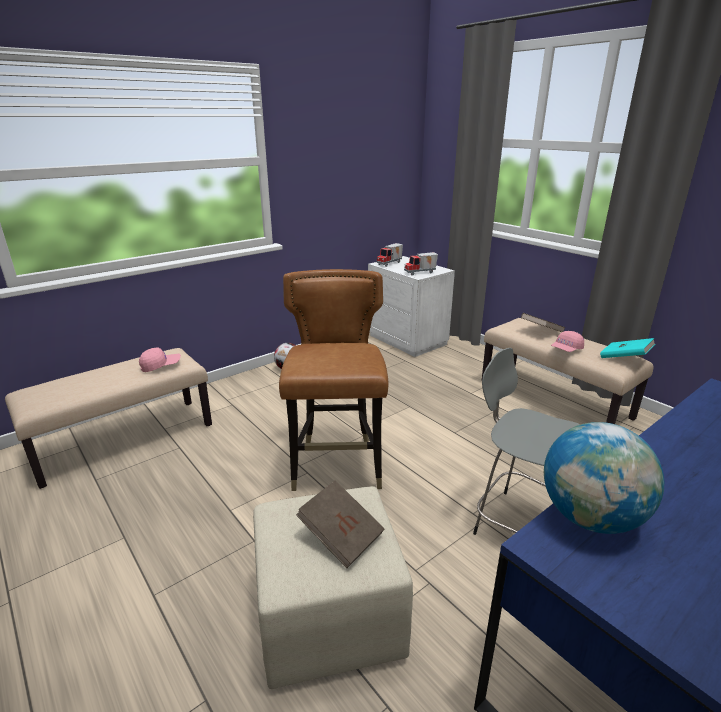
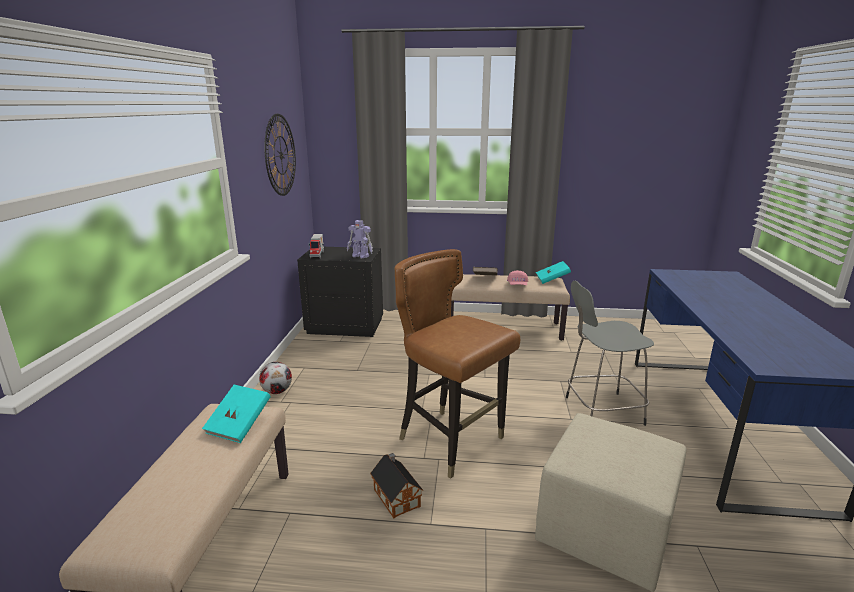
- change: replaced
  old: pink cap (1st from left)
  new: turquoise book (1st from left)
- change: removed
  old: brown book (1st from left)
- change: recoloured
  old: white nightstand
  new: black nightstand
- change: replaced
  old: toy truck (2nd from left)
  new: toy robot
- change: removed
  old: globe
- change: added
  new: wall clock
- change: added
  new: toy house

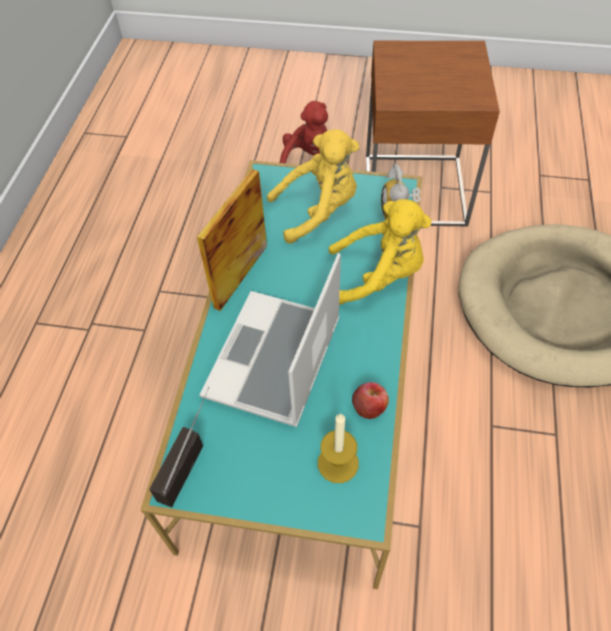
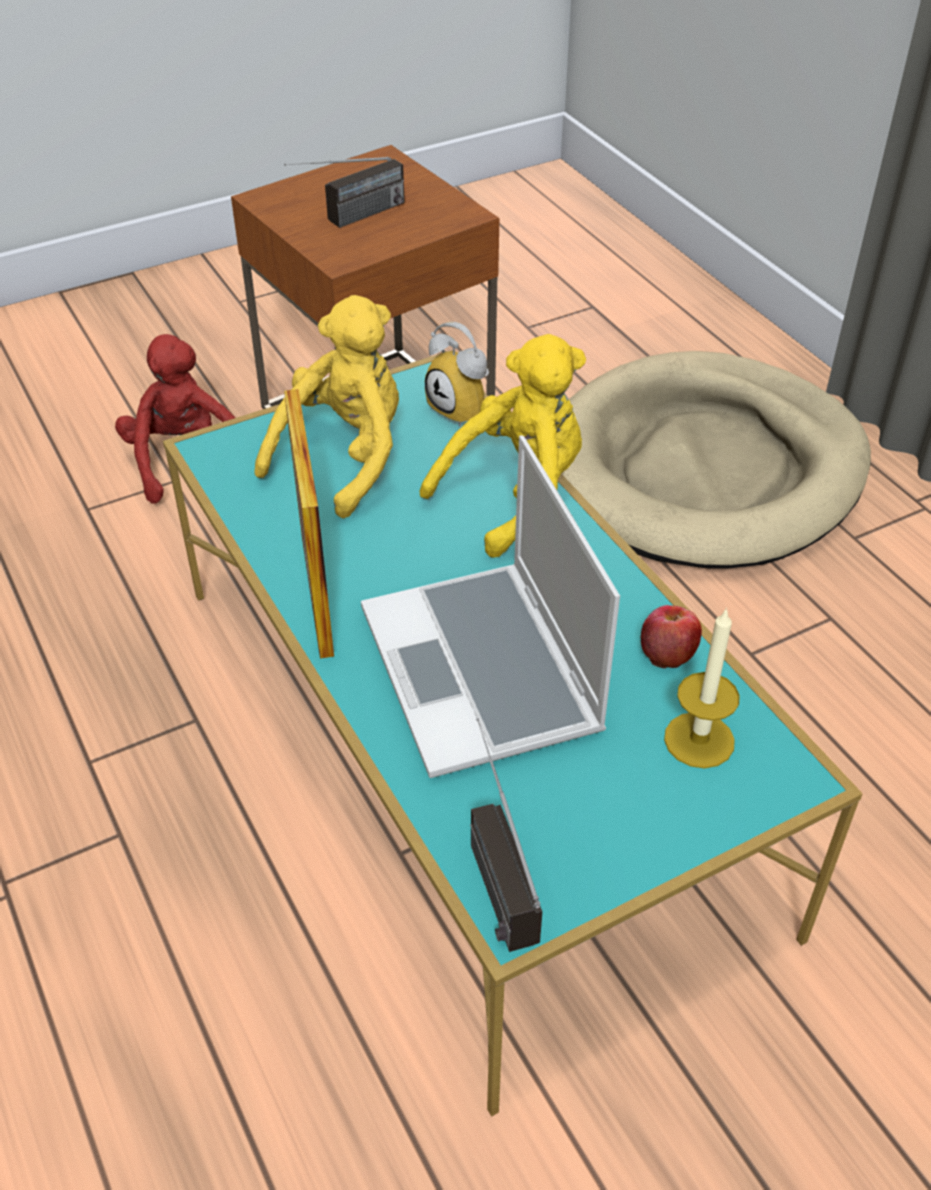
- change: added
  new: radio (1st from left)

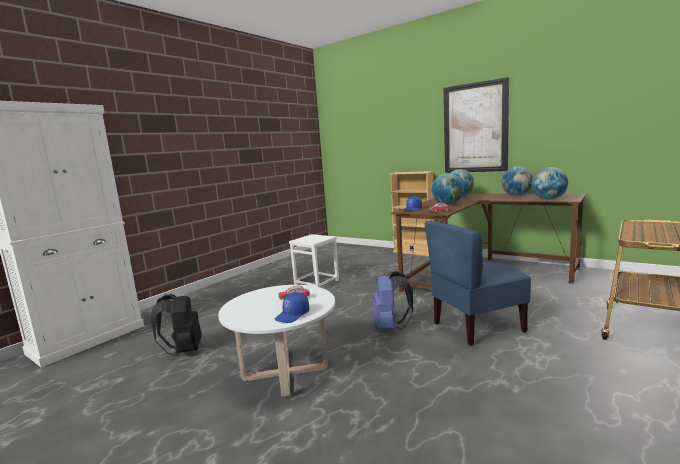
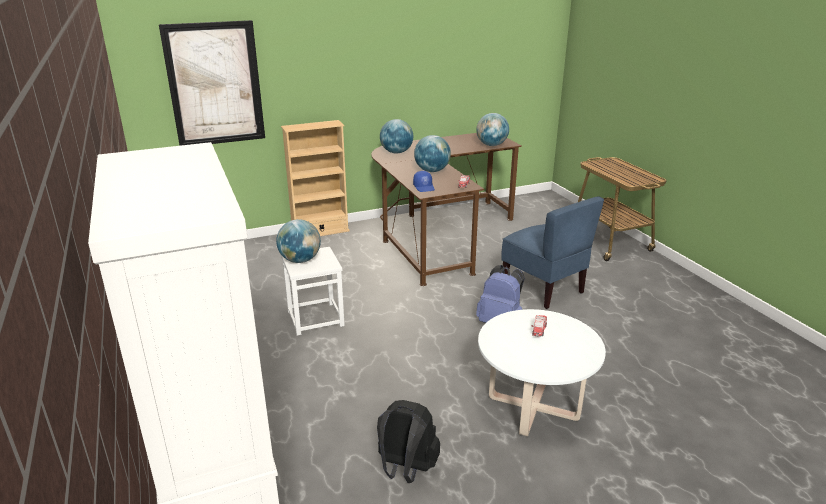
- change: removed
  old: blue cap (1st from left)
- change: turned
  old: blue chair
  degrees: -45
- change: moved
  old: picture
- change: moved
  old: globe (3rd from left in the first image)
  new: globe (1st from left)

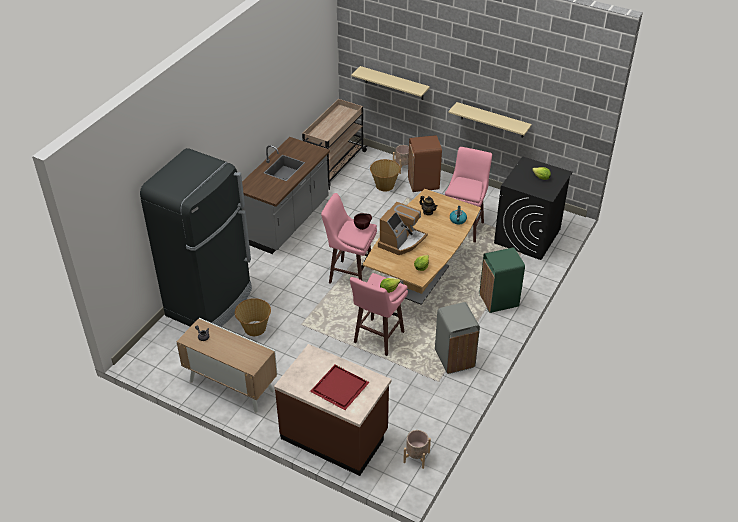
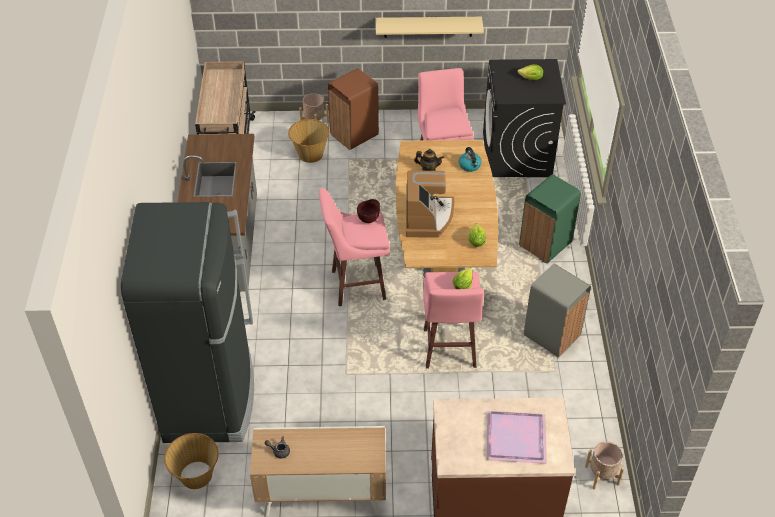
- change: moved
  old: basket (1st from left)
- change: recoloured
  old: red tray
  new: purple tray
- change: removed
  old: beige shelf (1st from left)

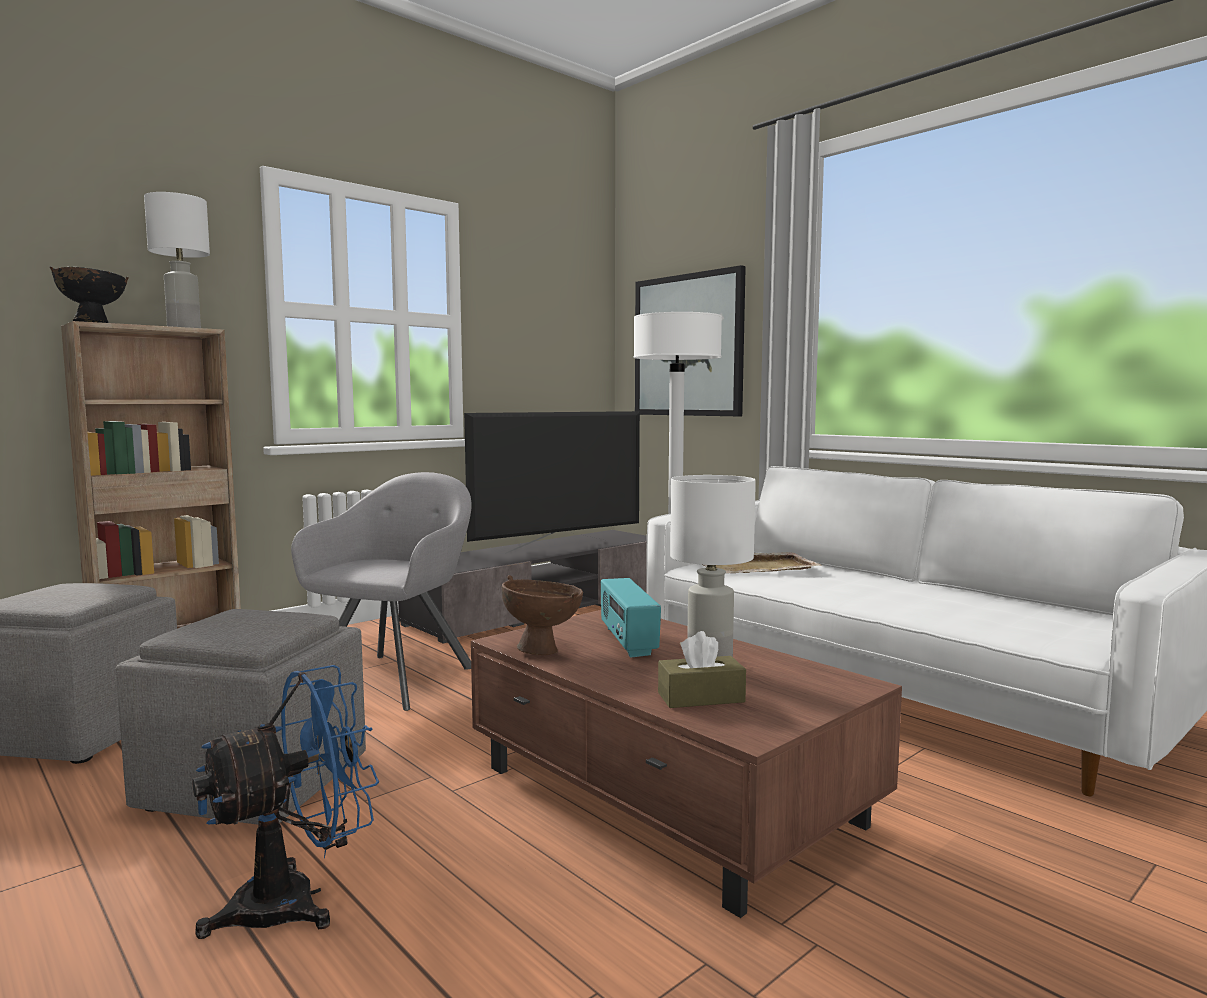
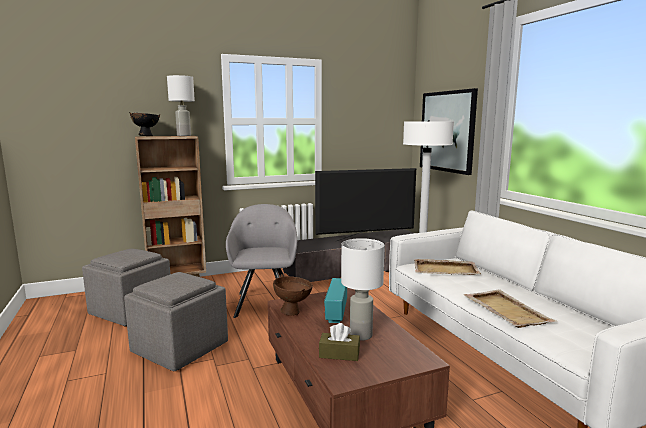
- change: removed
  old: blue fan
- change: turned
  old: grey armchair
  degrees: -45
- change: added
  new: beige tray (2nd from left)

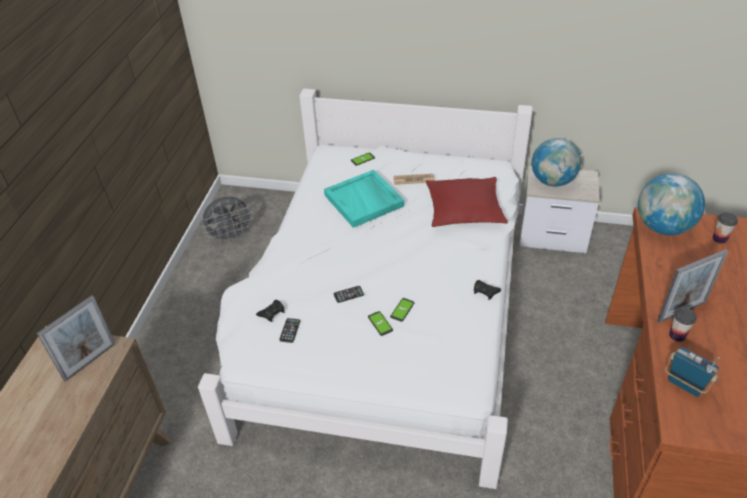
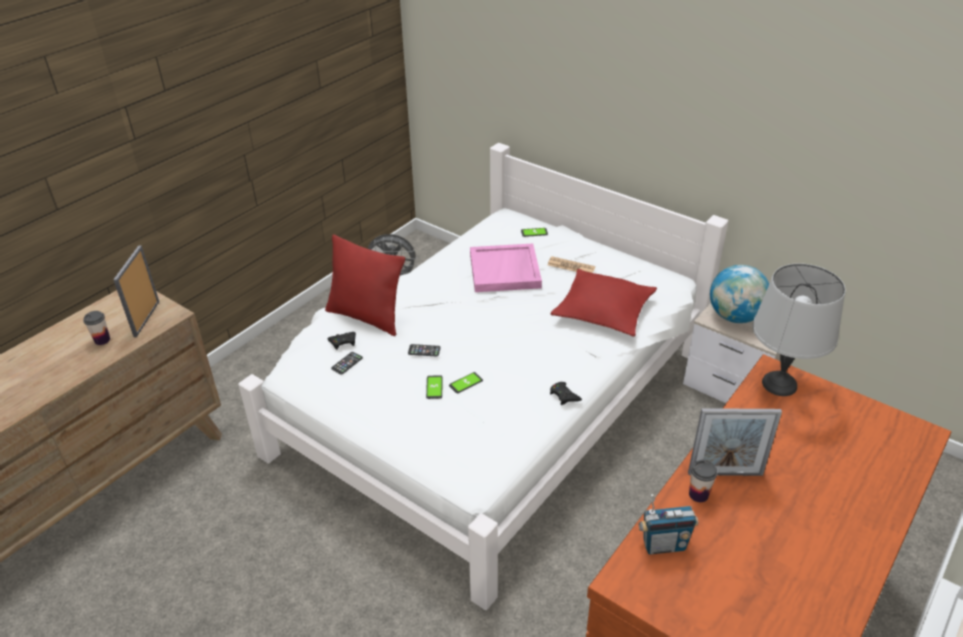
- change: turned
  old: picture frame (1st from left)
  degrees: 120
- change: recoloured
  old: turquoise tray
  new: pink tray
- change: replaced
  old: globe (2nd from left)
  new: grey table lamp
- change: turned
  old: radio
  degrees: 105
- change: moved
  old: cup (2nd from left in the first image)
  new: cup (1st from left)
- change: added
  new: red pillow (1st from left)

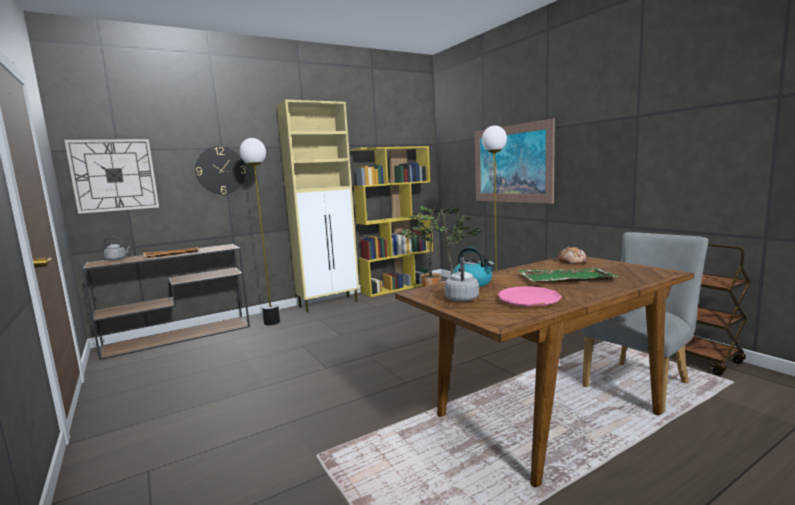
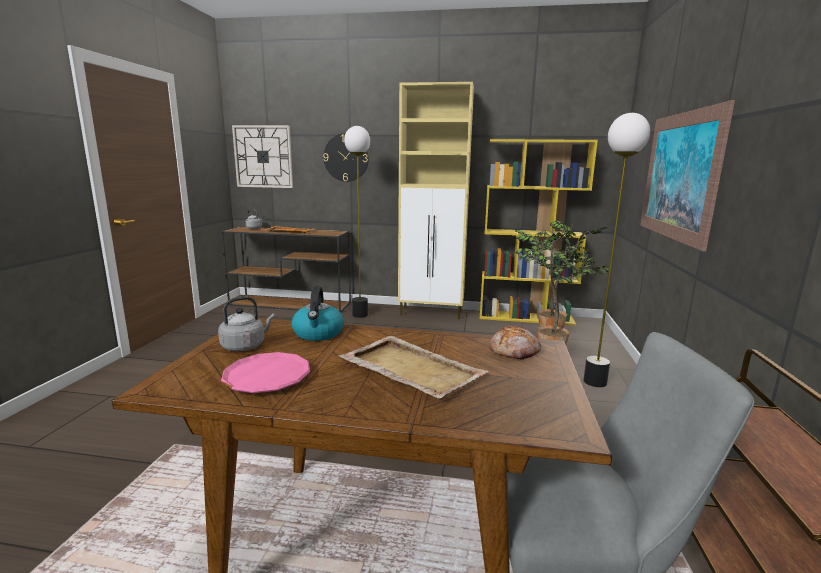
- change: recoloured
  old: green tray
  new: beige tray

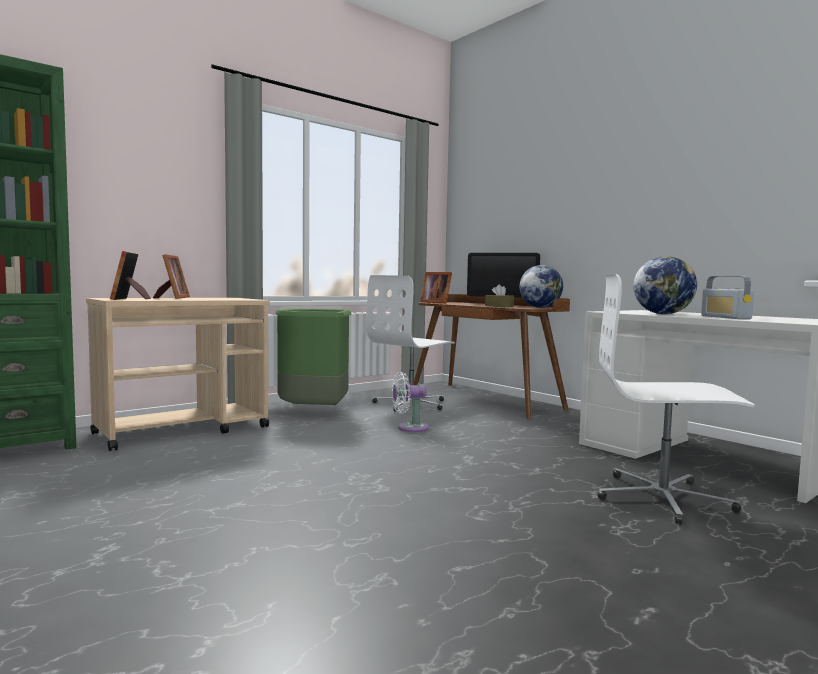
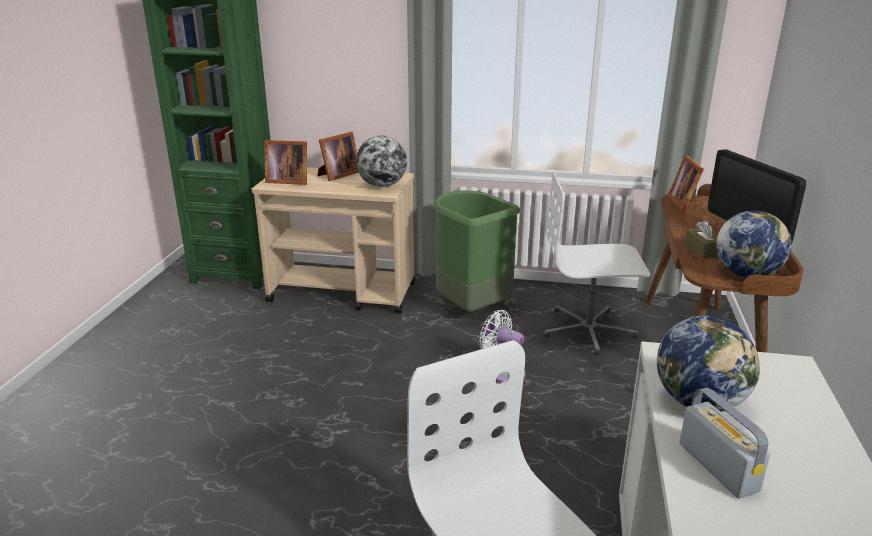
- change: turned
  old: picture frame (1st from left)
  degrees: -120
- change: turned
  old: radio
  degrees: 120
- change: added
  new: globe (1st from left)

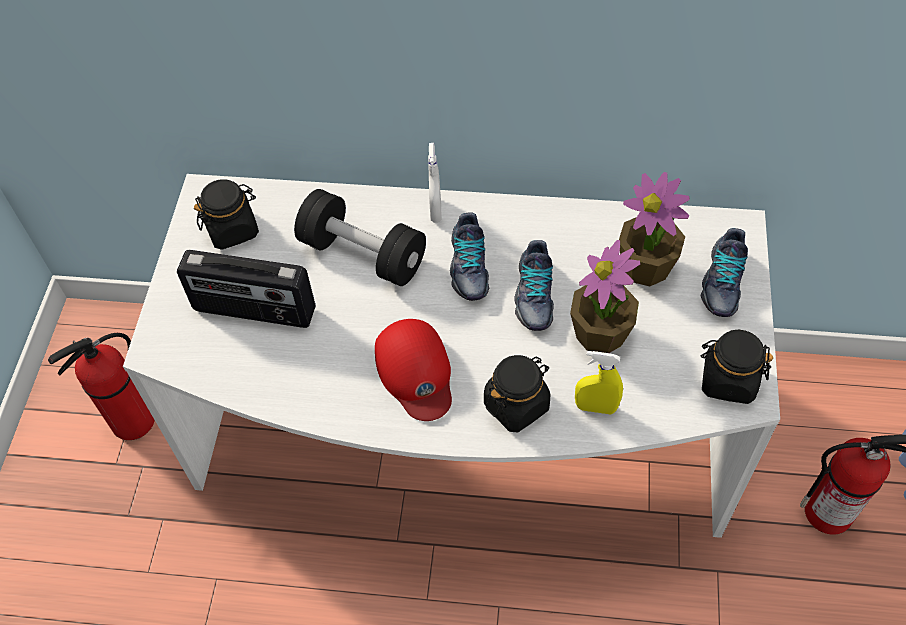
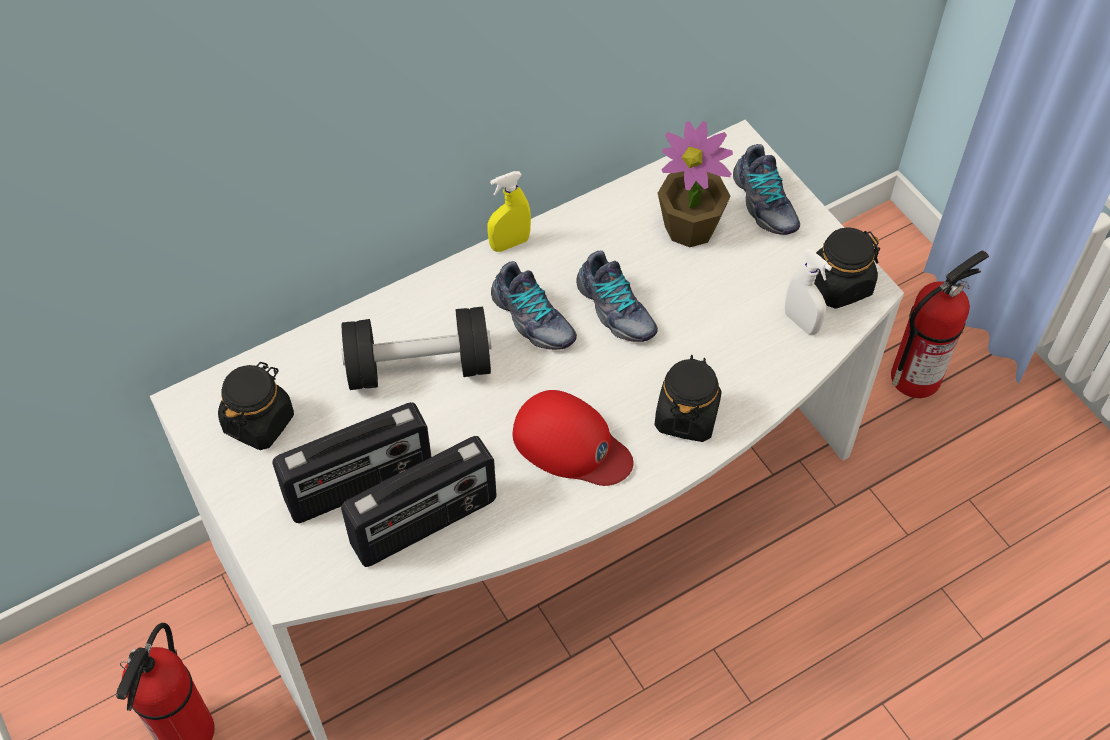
- change: moved
  old: white spray bottle
- change: removed
  old: potted plant (1st from left)
- change: moved
  old: yellow spray bottle
- change: added
  new: radio (2nd from left)

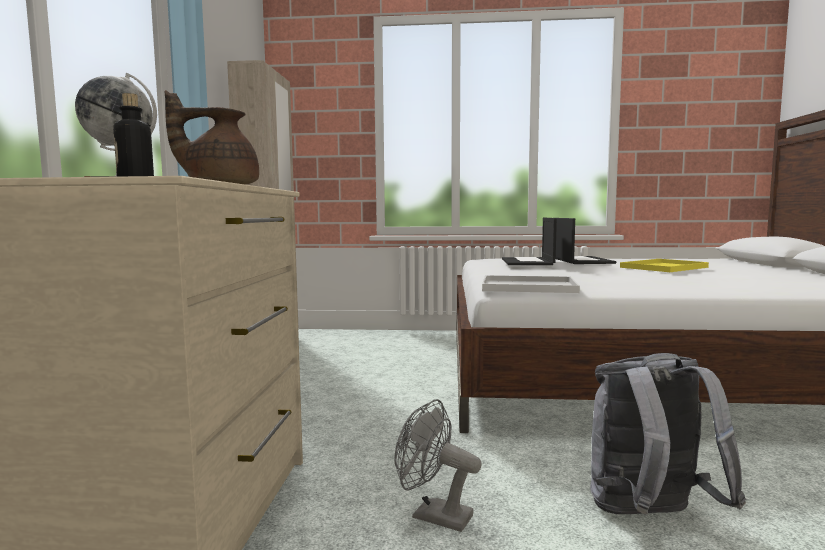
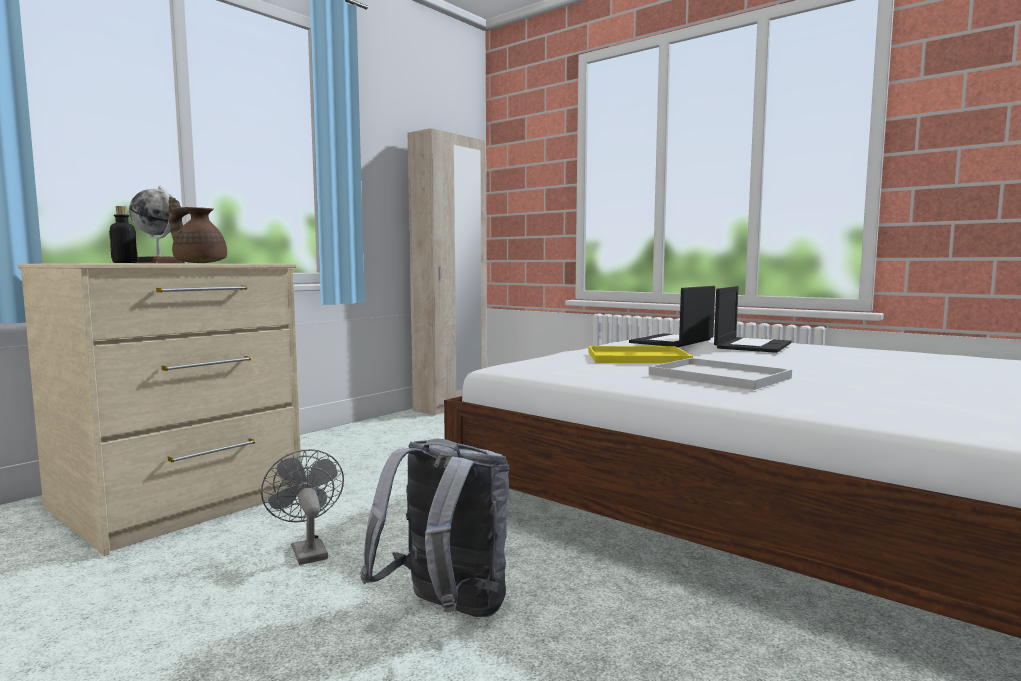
- change: moved
  old: white tray
- change: moved
  old: yellow tray

